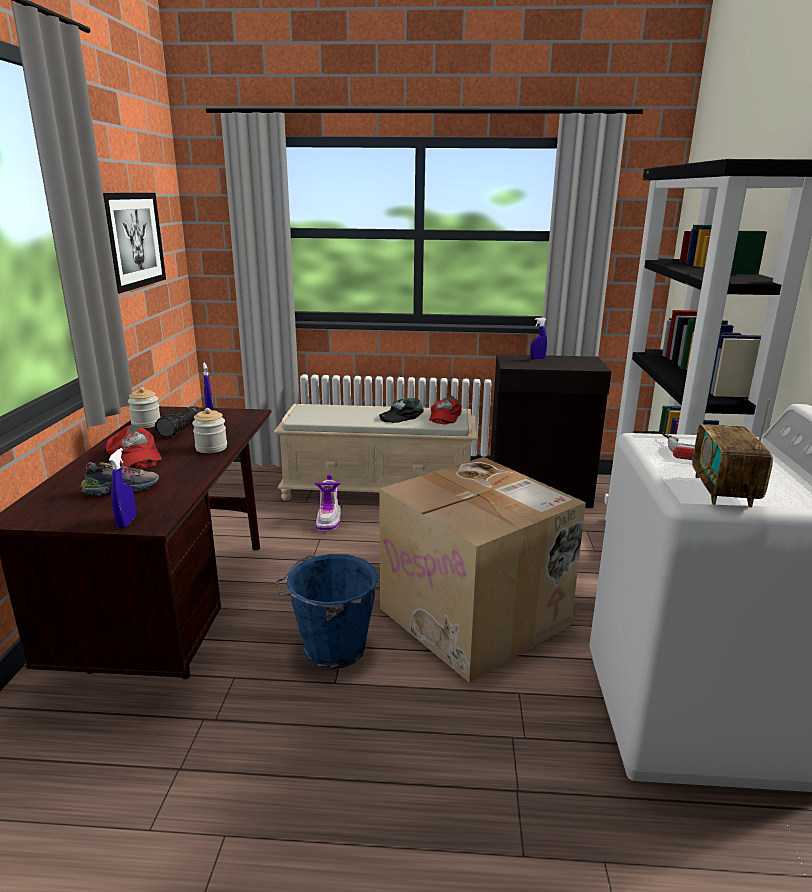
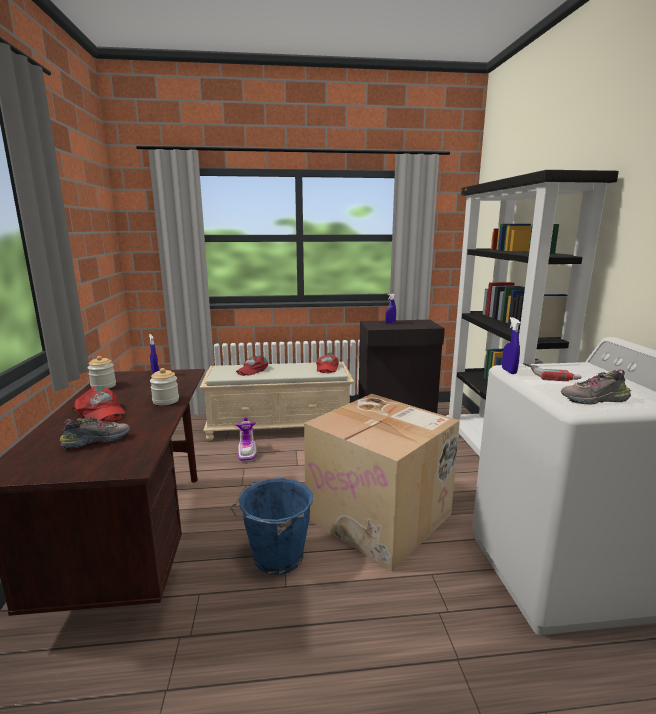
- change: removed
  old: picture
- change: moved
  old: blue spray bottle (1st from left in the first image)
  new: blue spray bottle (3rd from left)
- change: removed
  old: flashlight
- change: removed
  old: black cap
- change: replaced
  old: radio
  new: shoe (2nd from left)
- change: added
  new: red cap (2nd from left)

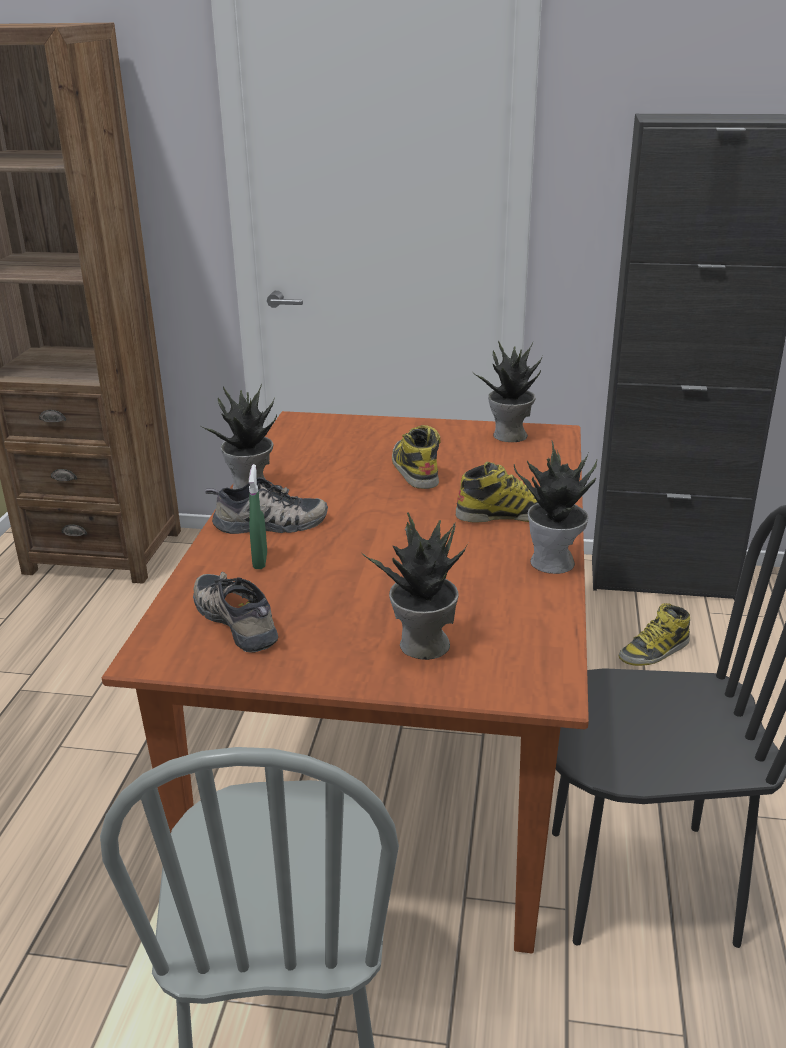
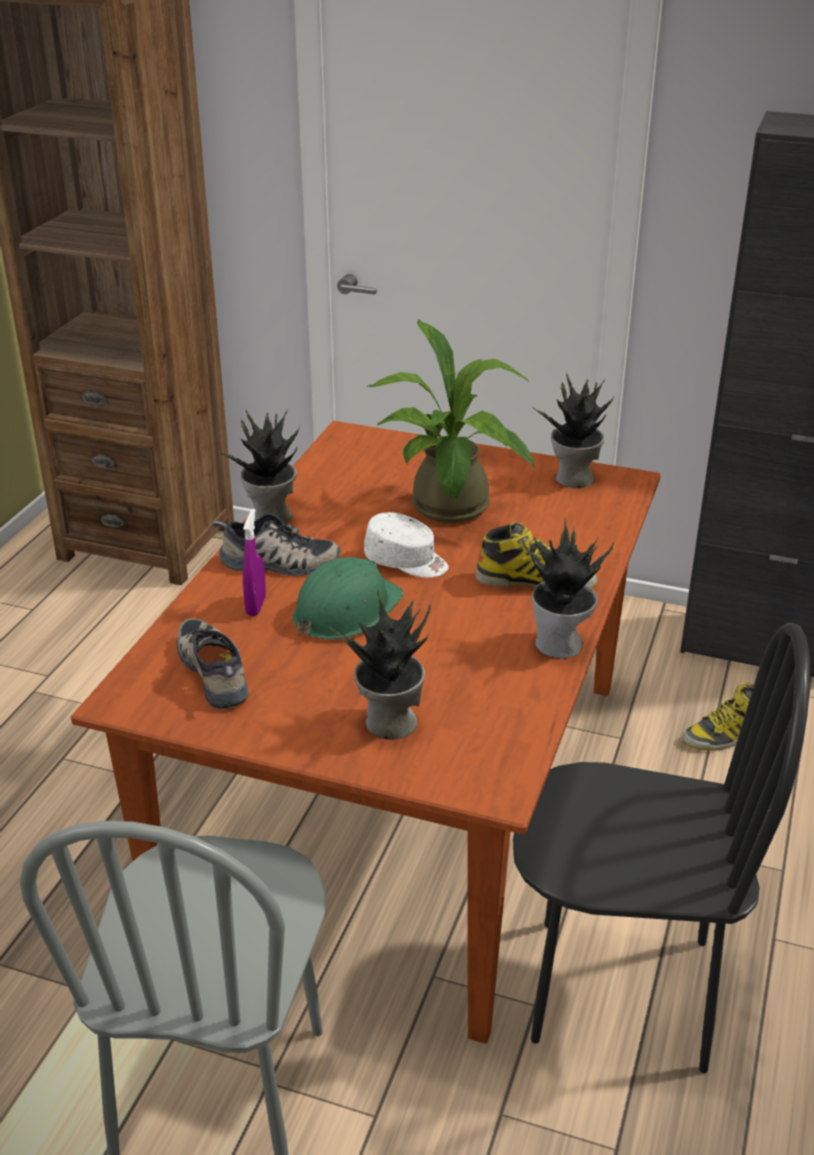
- change: recoloured
  old: green spray bottle
  new: purple spray bottle
- change: replaced
  old: boot (1st from left)
  new: potted plant (3rd from left)
- change: added
  new: green hard hat
- change: added
  new: white cap

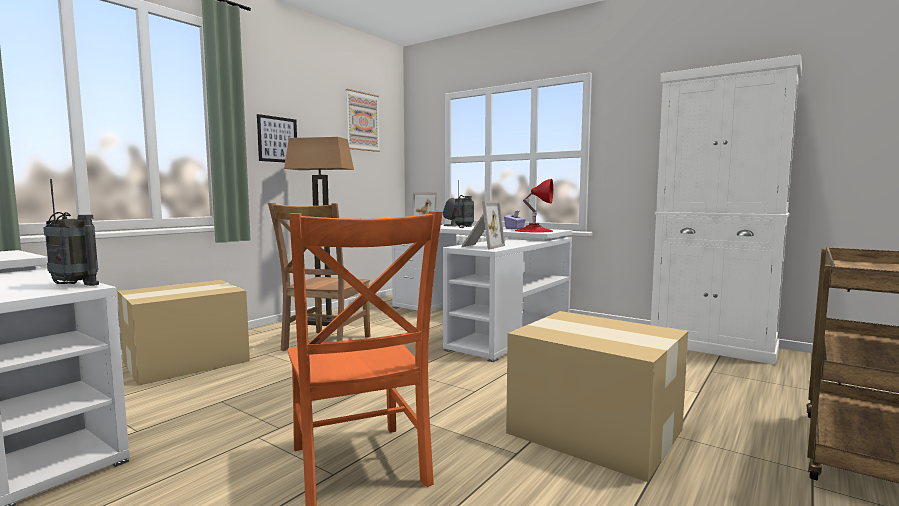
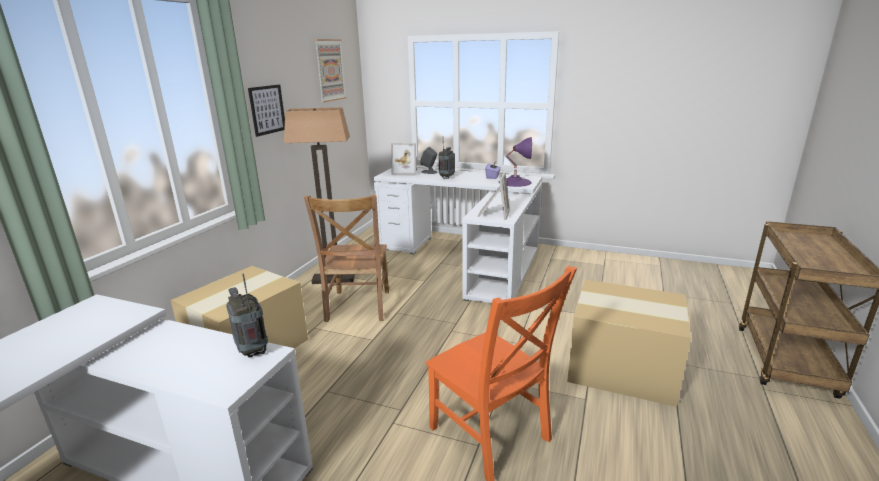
- change: turned
  old: radio (1st from left)
  degrees: -135
- change: recoloured
  old: red table lamp
  new: purple table lamp
- change: removed
  old: white cabinet

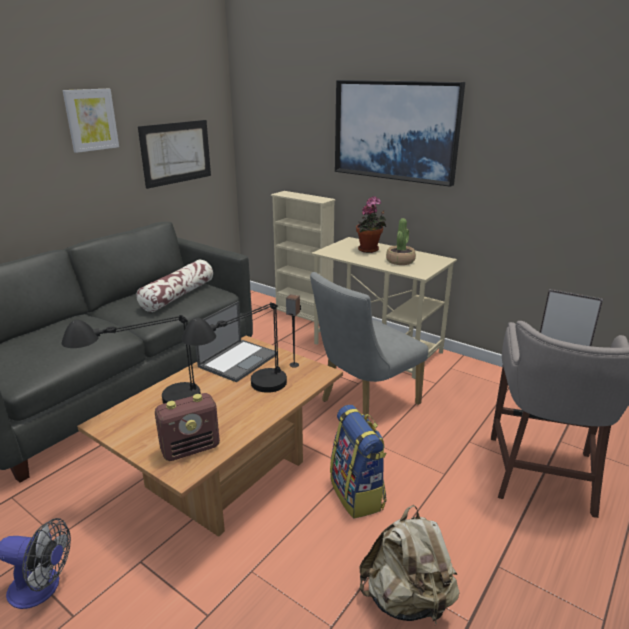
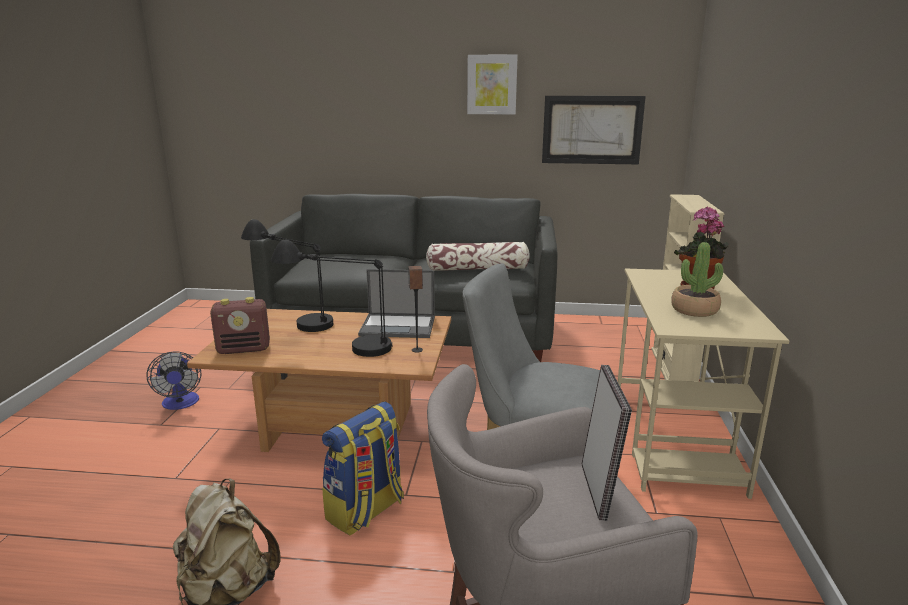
- change: turned
  old: radio
  degrees: -45
- change: removed
  old: picture (3rd from left)

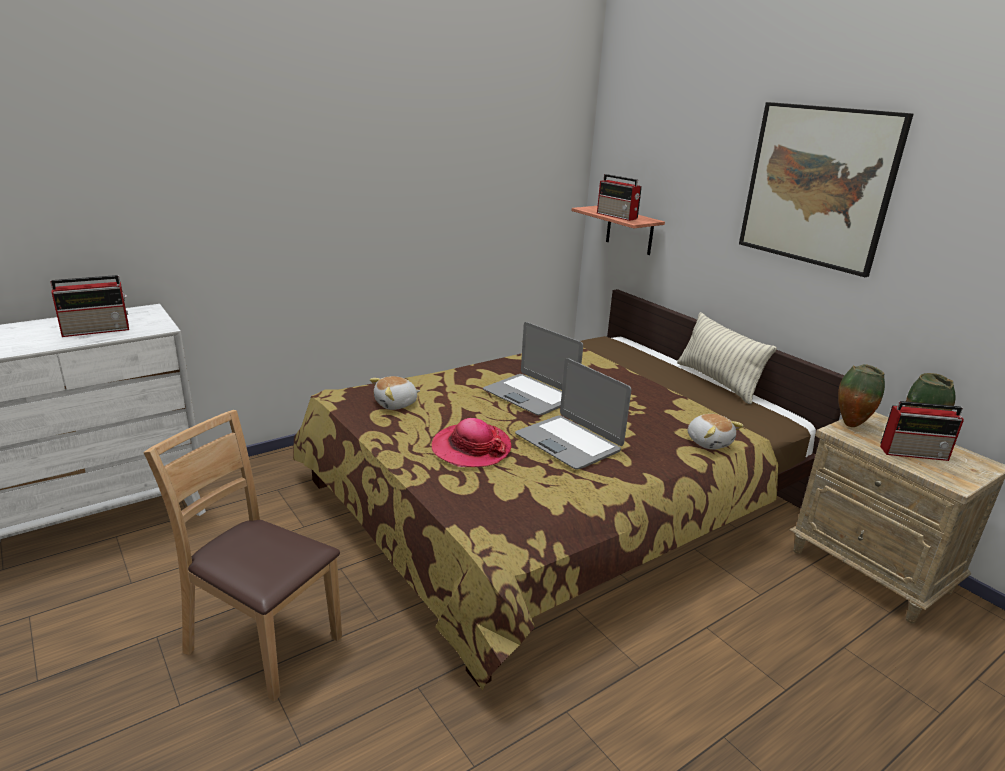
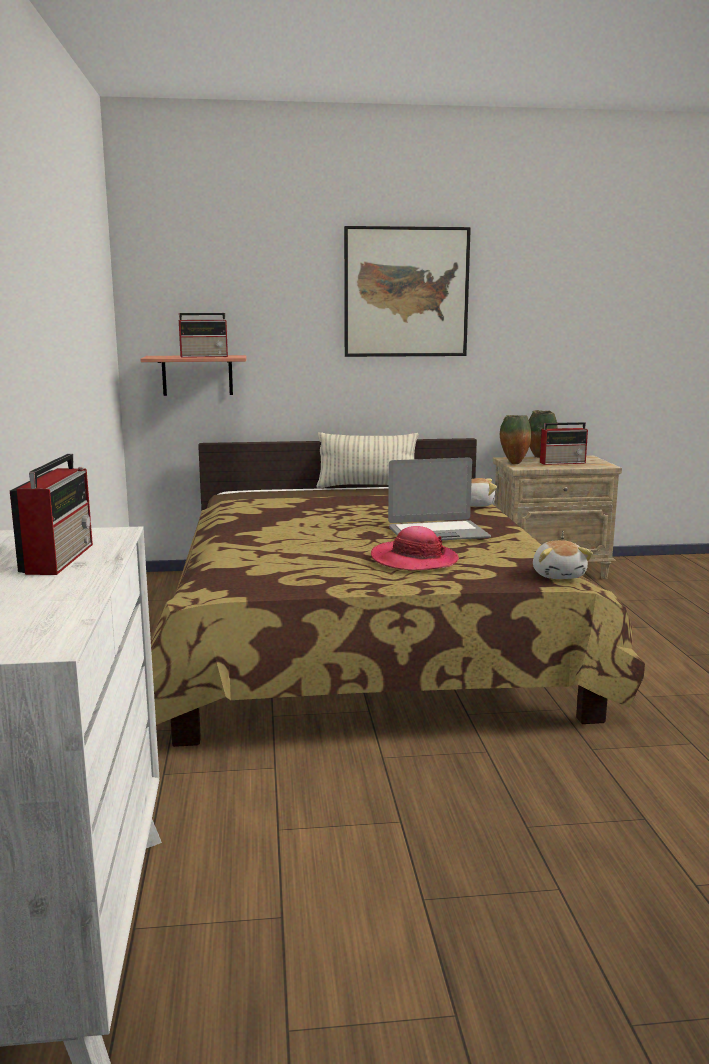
- change: removed
  old: brown chair
- change: moved
  old: plush toy (1st from left in the first image)
  new: plush toy (2nd from left)
- change: removed
  old: laptop (1st from left)
- change: turned
  old: radio (3rd from left)
  degrees: 45

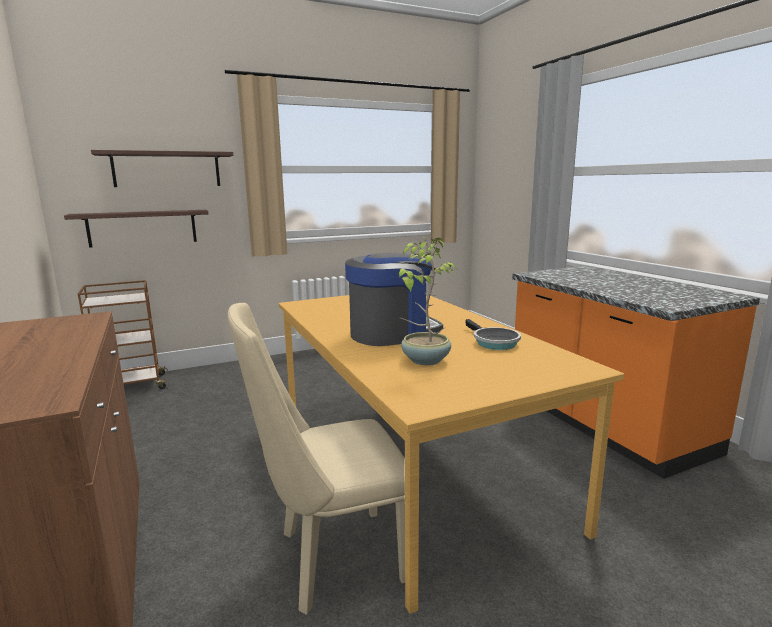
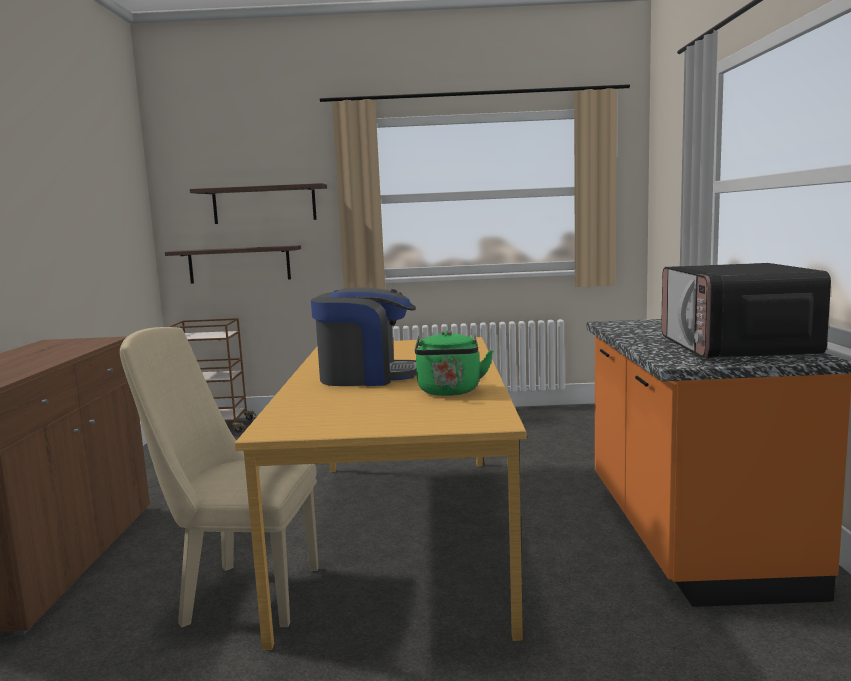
- change: removed
  old: potted plant
- change: replaced
  old: frying pan
  new: green kettle
- change: added
  new: microwave

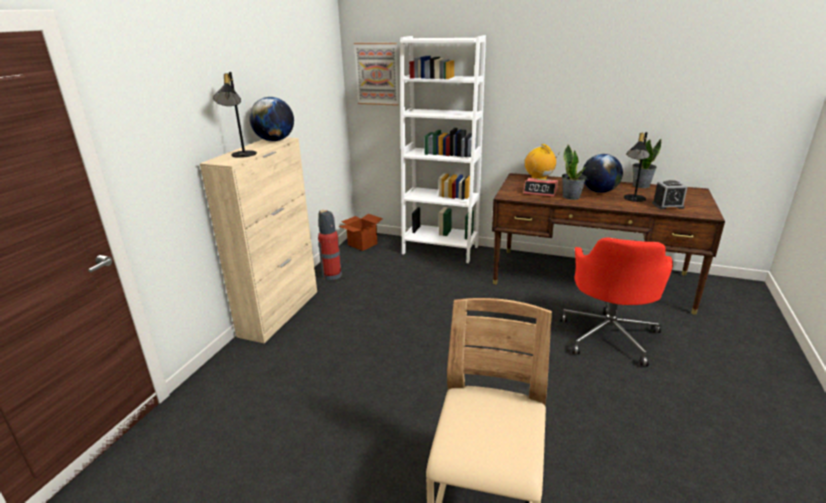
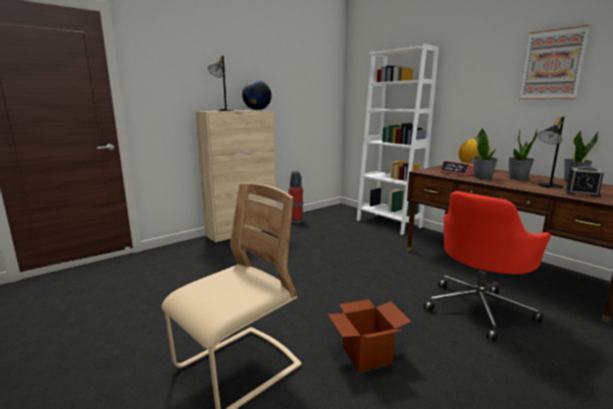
- change: moved
  old: cardboard box
- change: moved
  old: picture
- change: replaced
  old: globe (2nd from left)
  new: potted plant (2nd from left)

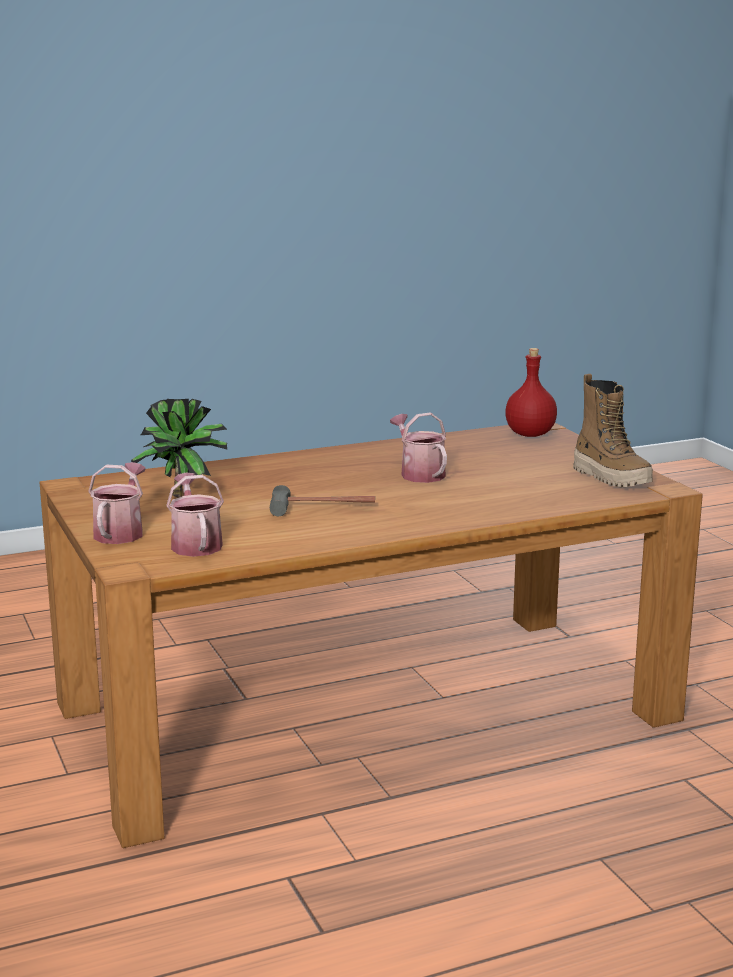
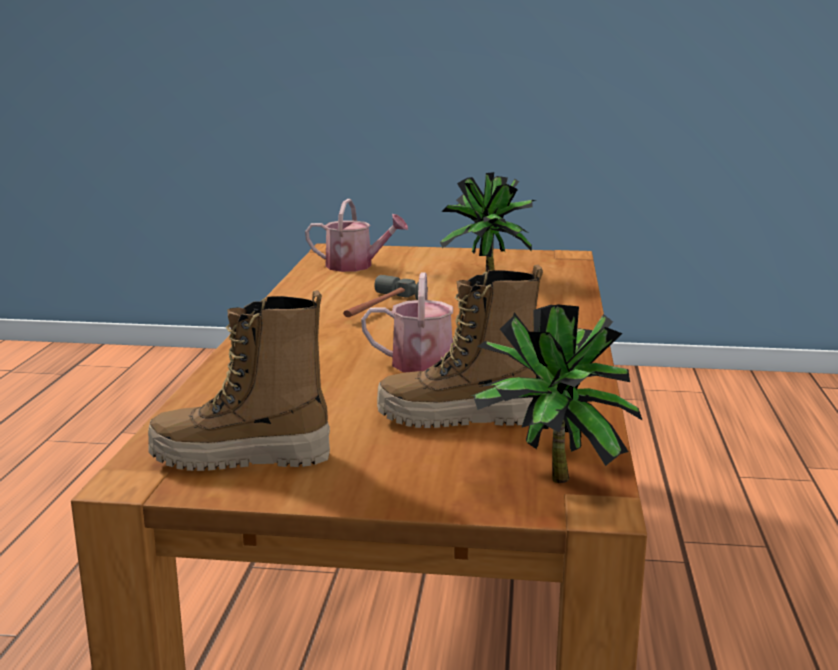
- change: removed
  old: watering can (1st from left)
- change: replaced
  old: red bottle
  new: potted plant (2nd from left)
- change: added
  new: boot (2nd from left)

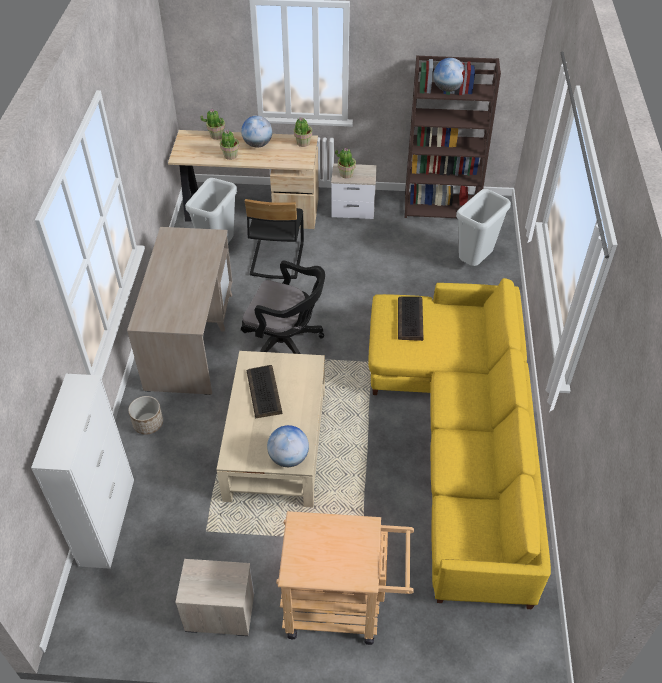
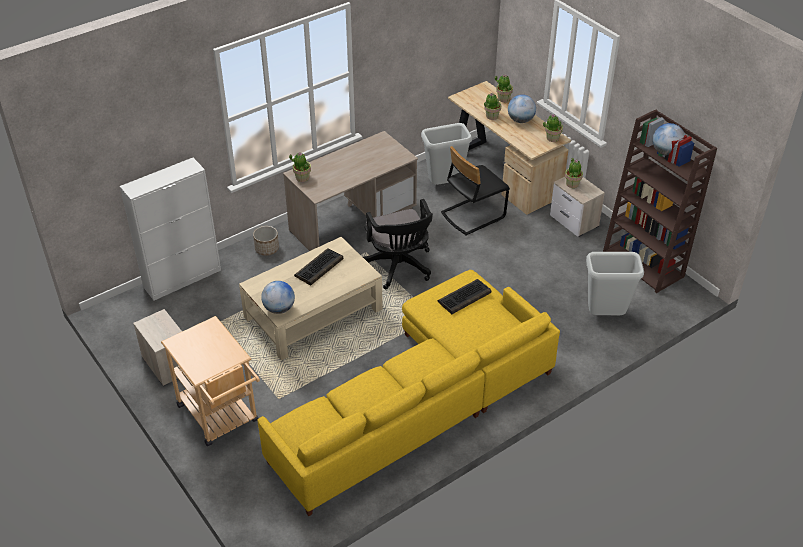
- change: added
  new: potted plant (1st from left)

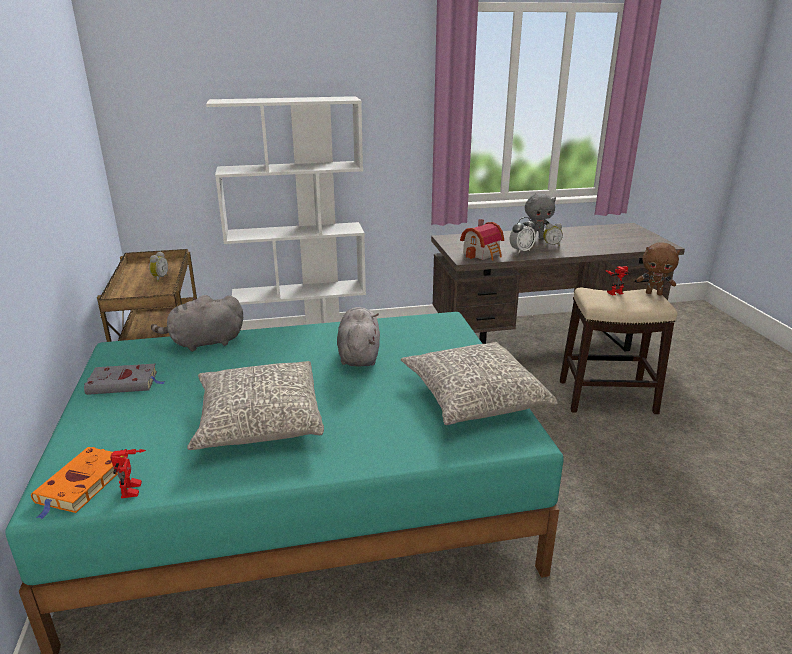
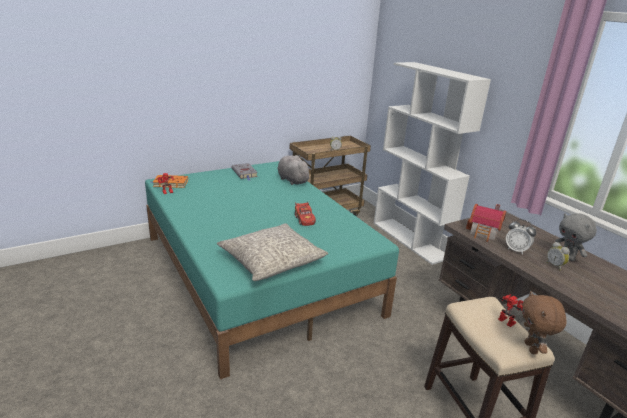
- change: removed
  old: grey pillow (1st from left)
- change: replaced
  old: grey plush toy (2nd from left)
  new: red toy car

